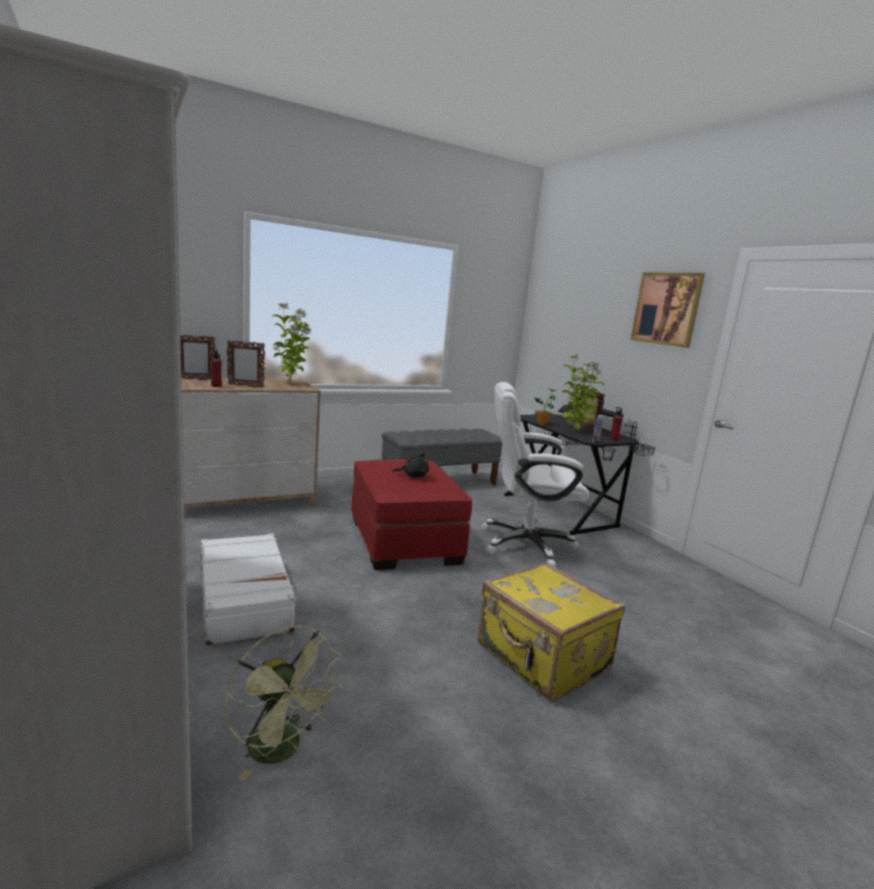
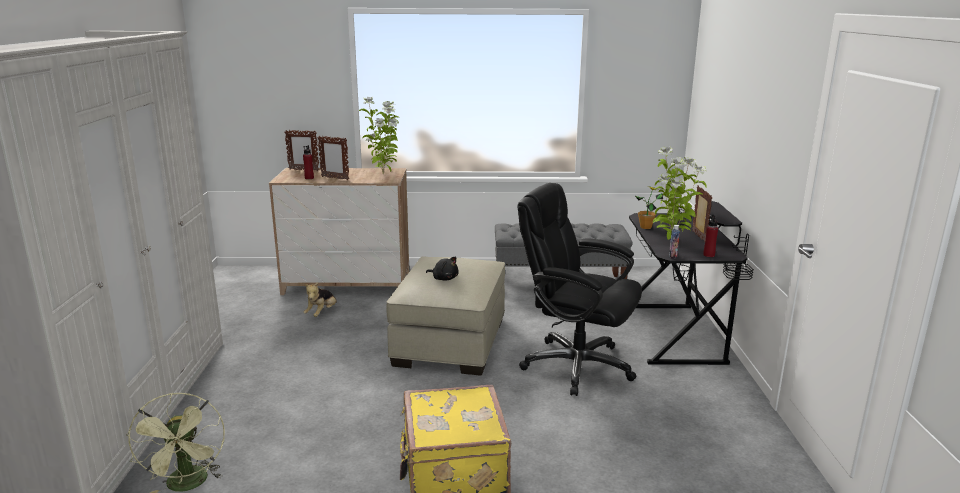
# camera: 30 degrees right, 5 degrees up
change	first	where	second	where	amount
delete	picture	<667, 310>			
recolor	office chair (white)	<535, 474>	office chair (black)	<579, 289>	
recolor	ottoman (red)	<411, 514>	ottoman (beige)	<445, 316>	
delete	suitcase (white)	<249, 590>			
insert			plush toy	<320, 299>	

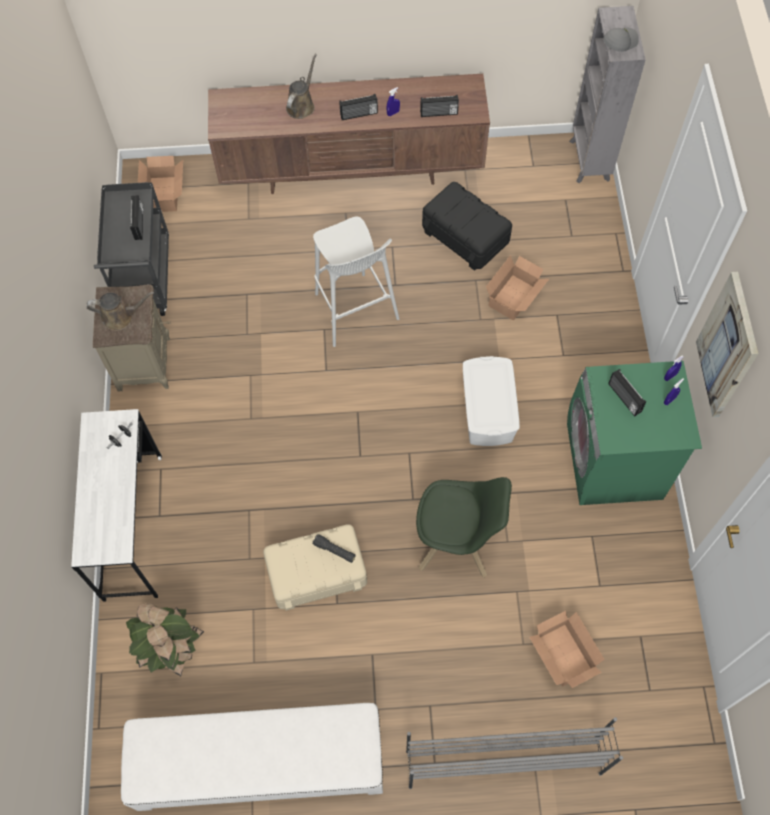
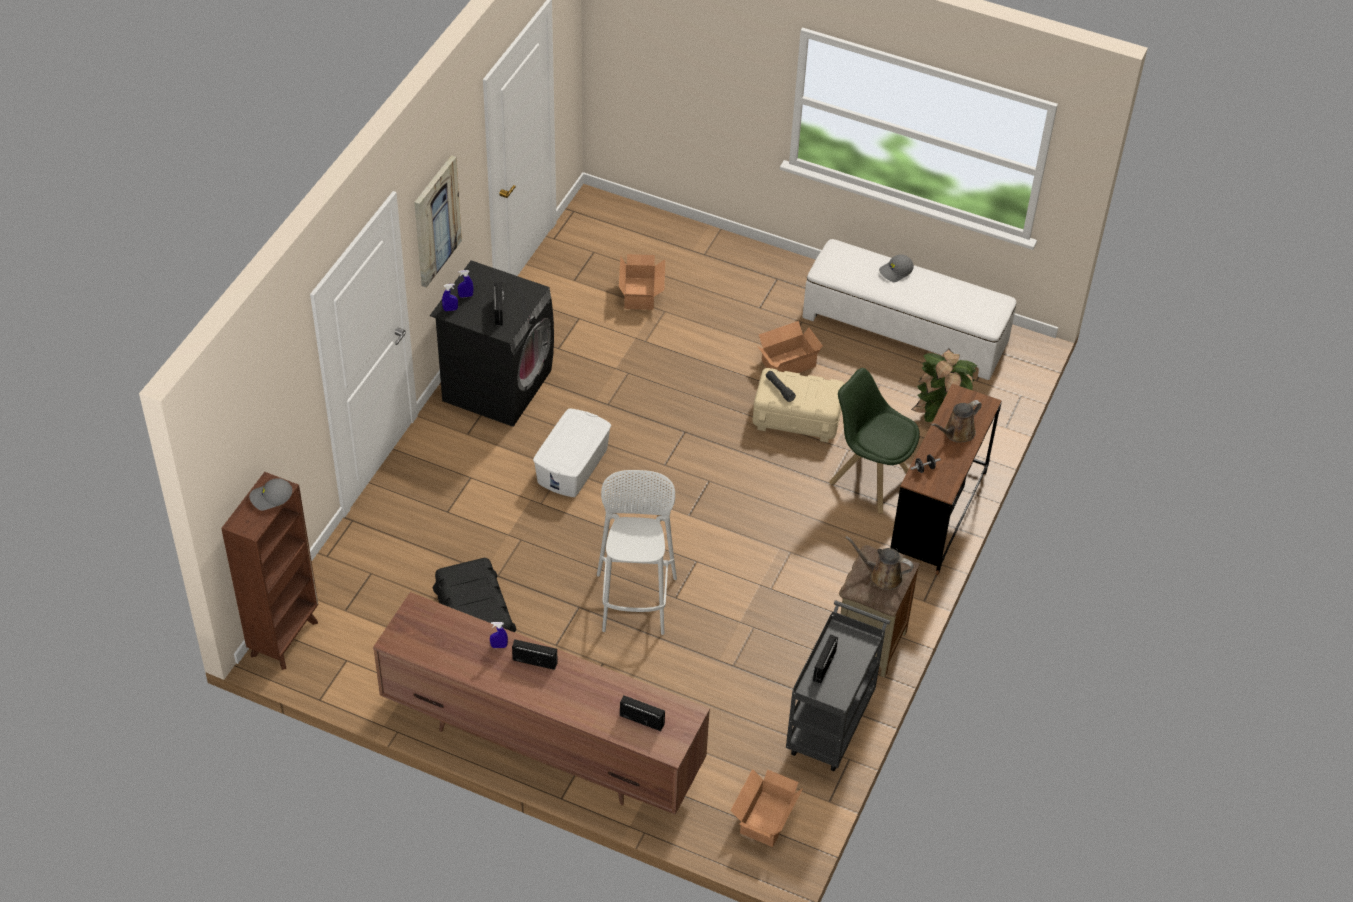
# camera: 155 degrees left, 15 degrees down
change	first	where	second	where	amount
recolor	bookcase (grey)	<607, 94>	bookcase (brown)	<269, 571>	
move	watering can (brown)	<301, 86>		<956, 421>	
move	radio	<439, 106>		<642, 713>	
move	cardboard box	<517, 287>		<790, 347>	
recolor	washing machine (green)	<634, 433>	washing machine (black)	<492, 343>	
recolor	desk (white)	<116, 505>	desk (brown)	<946, 479>	
move	chair (green)	<464, 527>		<874, 441>	
delete	shoe rack (grey)	<514, 753>			
insert			cap (grey)	<896, 269>	

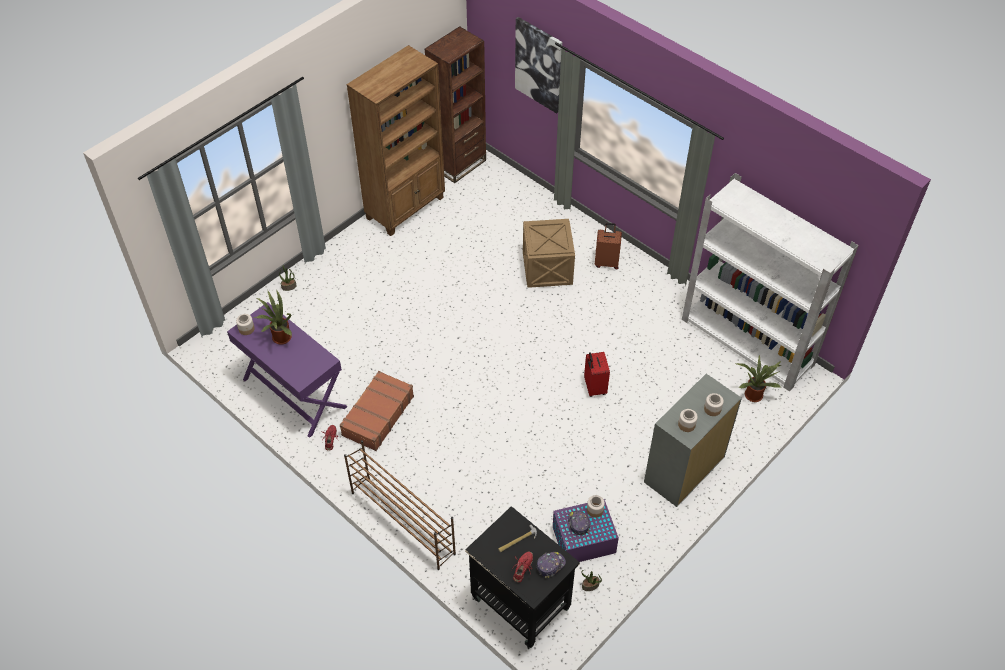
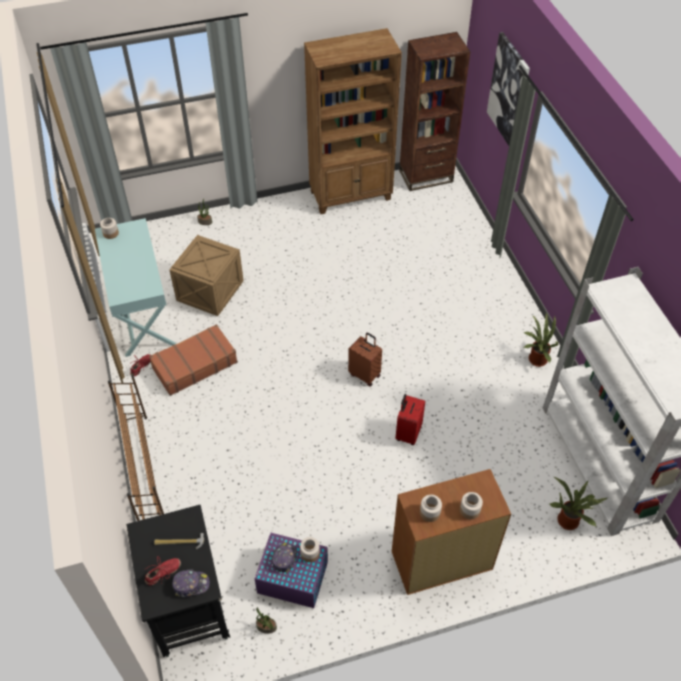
# camera: 30 degrees right, 0 degrees up
change	first	where	second	where	amount
move	crate	<549, 253>		<206, 275>	
move	suitcase (brown)	<608, 246>		<365, 359>	
move	potted plant	<273, 317>		<541, 340>	
recolor	desk (purple)	<287, 370>	desk (turquoise)	<135, 287>	
recolor	cabinet (grey)	<693, 440>	cabinet (brown)	<451, 532>	

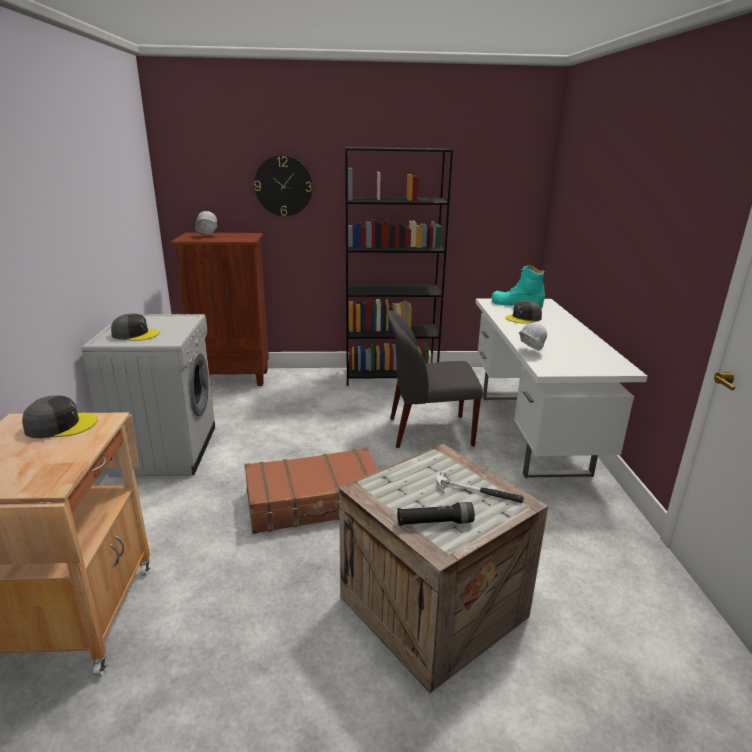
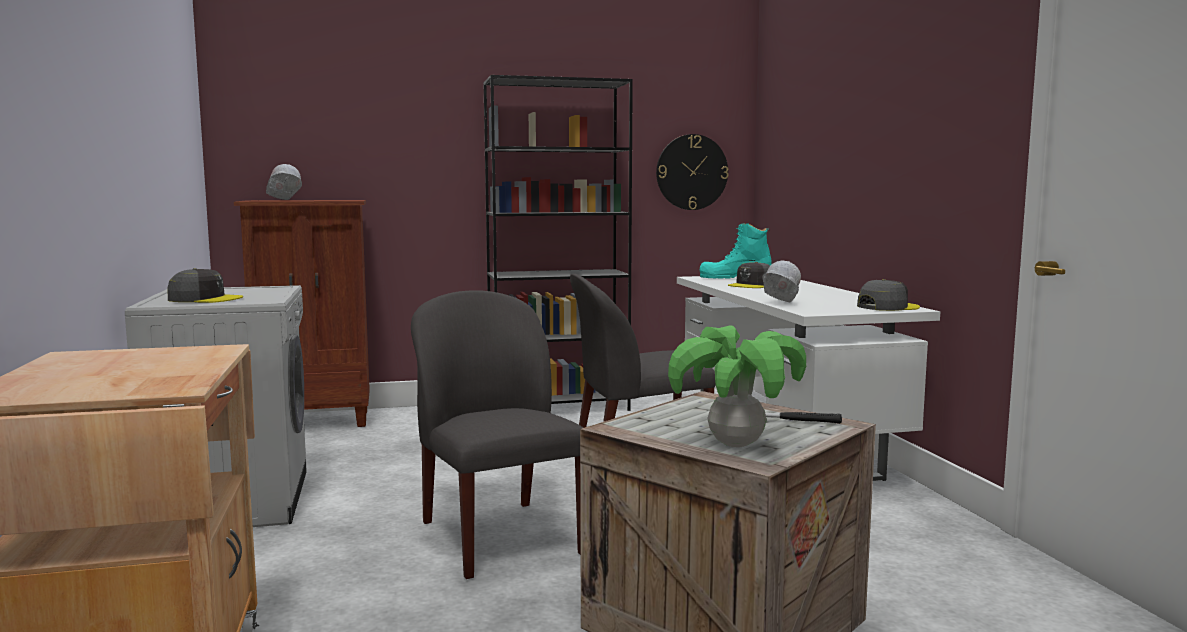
# camera: 10 degrees left, 15 degrees down
change	first	where	second	where	amount
move	wall clock	<283, 185>		<692, 172>	
move	cap (grey)	<60, 416>		<888, 295>	
replace	suitcase (brown)	<312, 490>	chair (grey)	<497, 434>	
replace	flashlight (black)	<436, 514>	potted plant	<737, 386>	

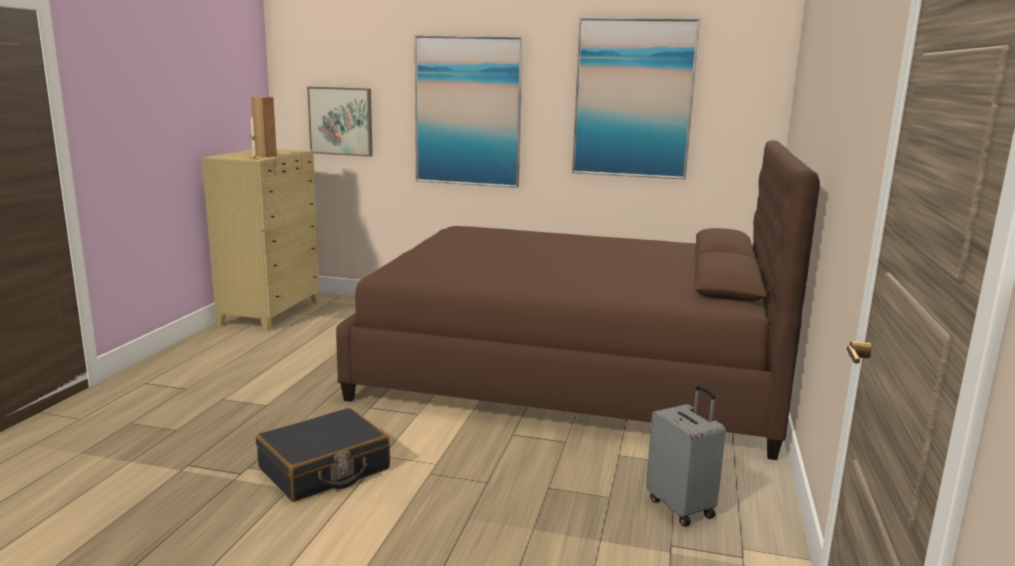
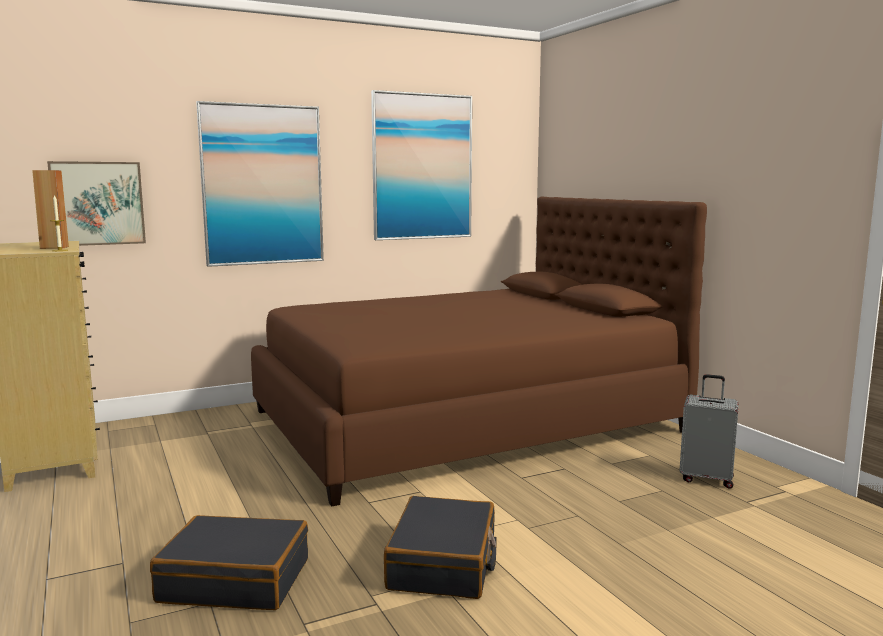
# camera: 40 degrees left, 5 degrees down
change	first	where	second	where	amount
insert			suitcase (black)	<229, 562>	

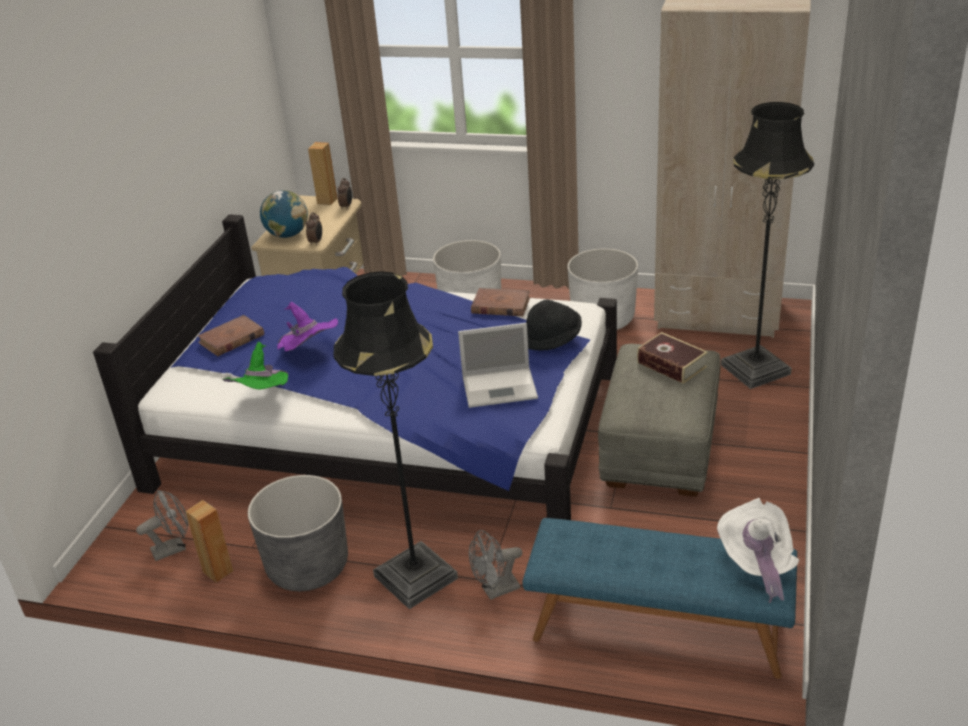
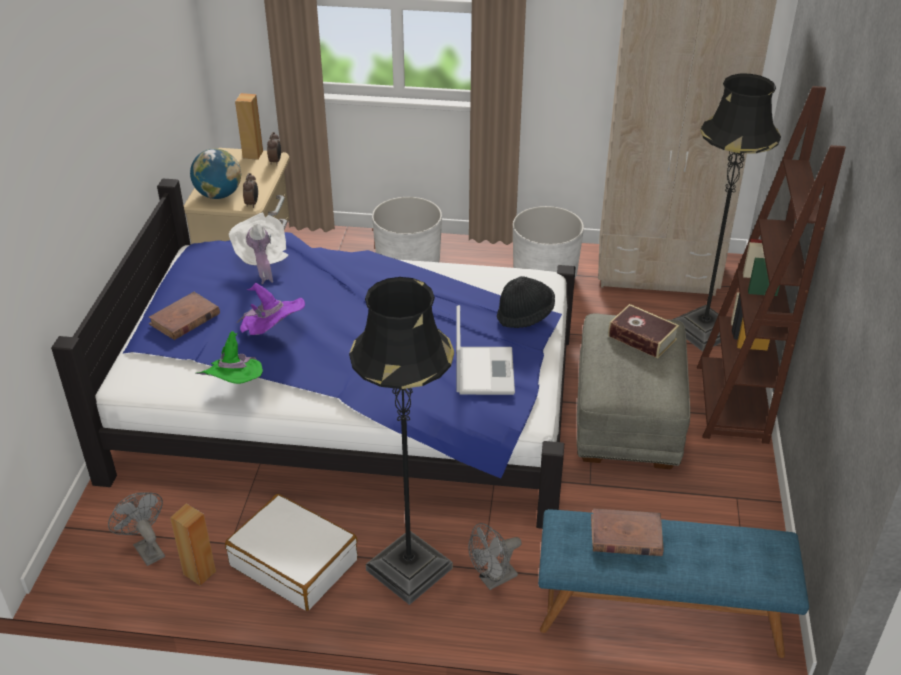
# camera: 10 degrees left, 5 degrees up
change	first	where	second	where	amount
move	book (brown)	<500, 302>		<627, 532>	
rotate	laptop	<498, 365>		<485, 350>	75 degrees counterclockwise
replace	planter (grey)	<298, 533>	suitcase (white)	<291, 552>	
rotate	fan (grey)	<162, 525>		<136, 529>	90 degrees counterclockwise
move	hat (white)	<758, 550>		<258, 248>	
insert			bookcase (brown)	<771, 265>	

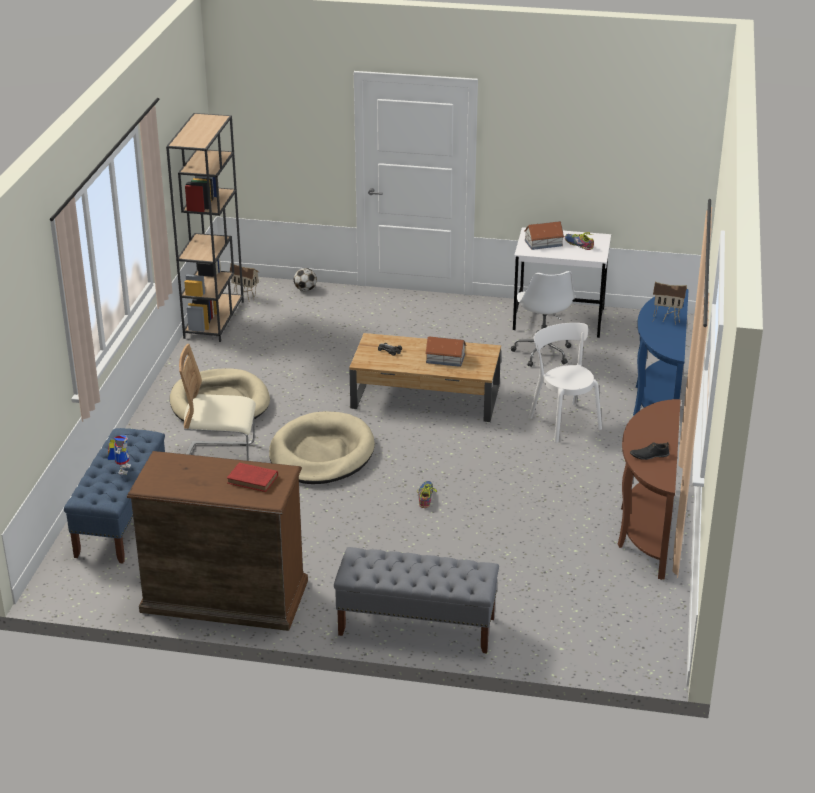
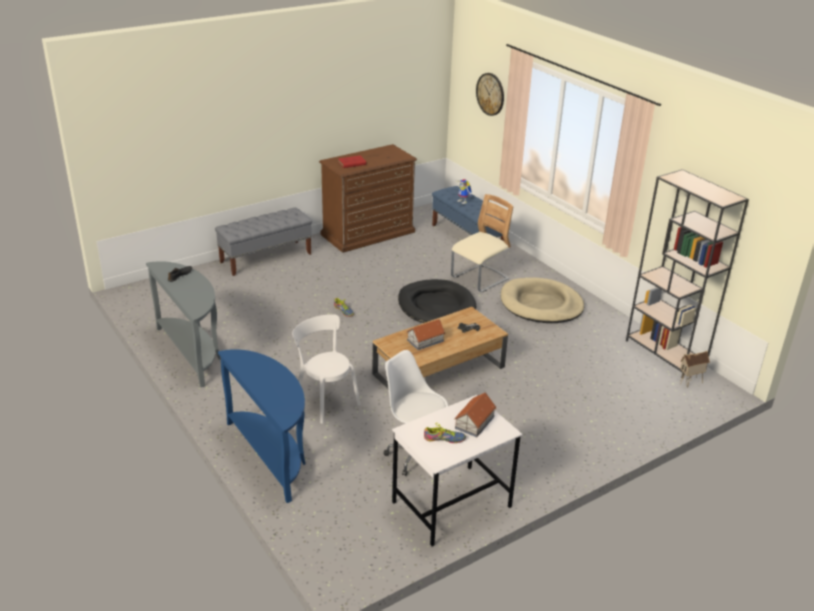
# camera: 135 degrees right, 0 degrees up
change	first	where	second	where	amount
delete	football	<305, 279>			
delete	toy house	<670, 303>			
rotate	chair (white)	<565, 382>		<326, 369>	150 degrees counterclockwise
recolor	console table (brown)	<649, 489>	console table (grey)	<183, 324>	
recolor	dog bed (beige)	<322, 447>	dog bed (black)	<437, 301>	
insert			wall clock	<490, 94>	

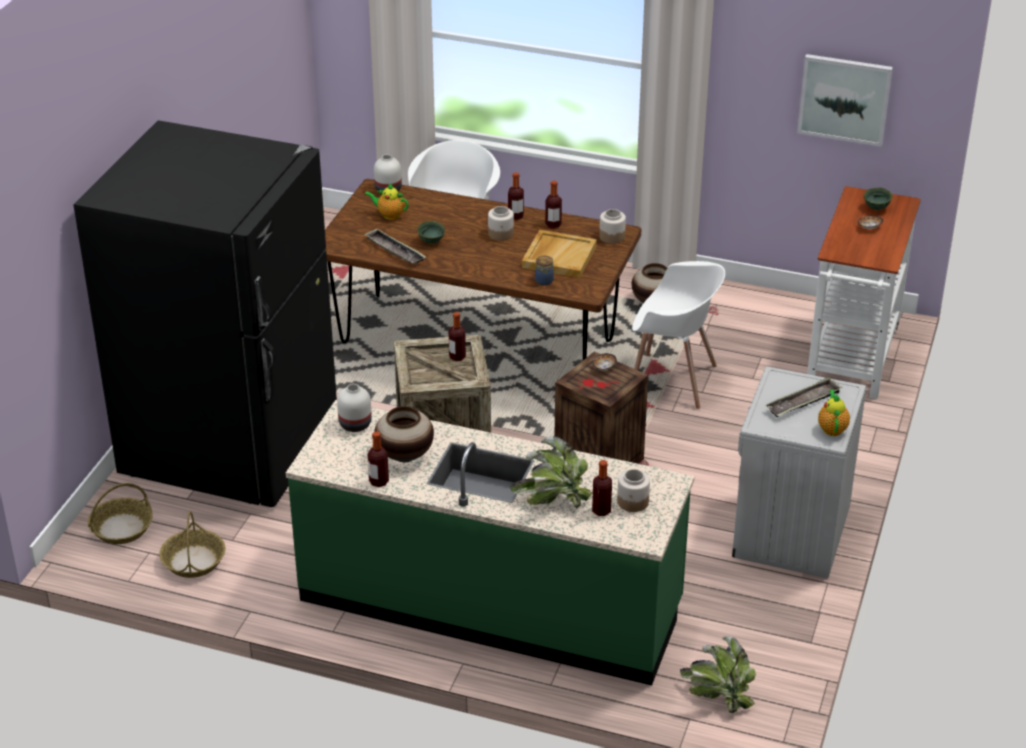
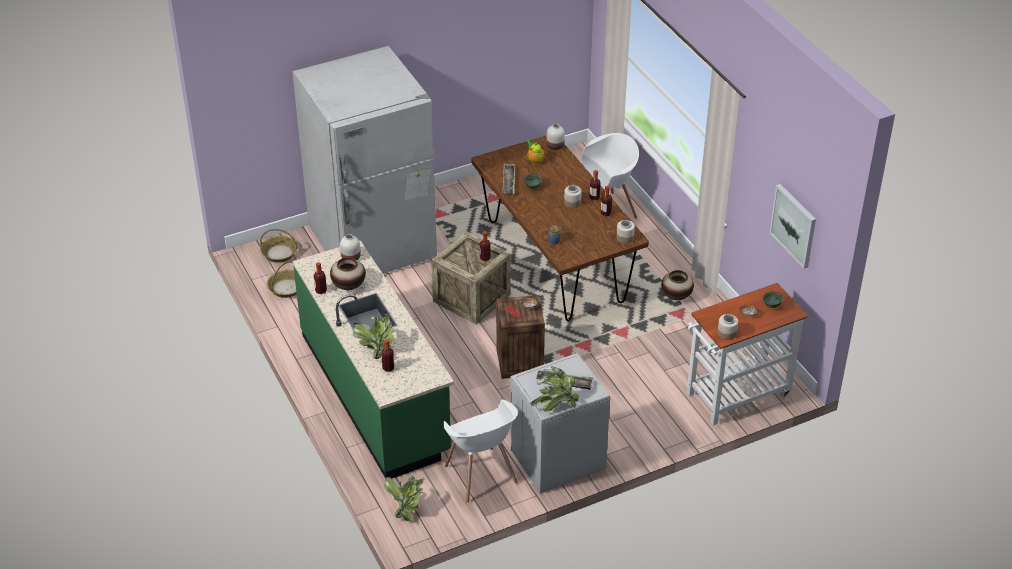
# camera: 45 degrees right, 5 degrees up
change	first	where	second	where	amount
recolor	fridge (black)	<205, 313>	fridge (white)	<364, 160>	
delete	tray (beige)	<559, 254>			
move	chair (white)	<678, 335>		<481, 451>	
replace	teapot	<834, 413>	potted plant	<554, 389>	
move	jar	<633, 490>		<728, 327>	

